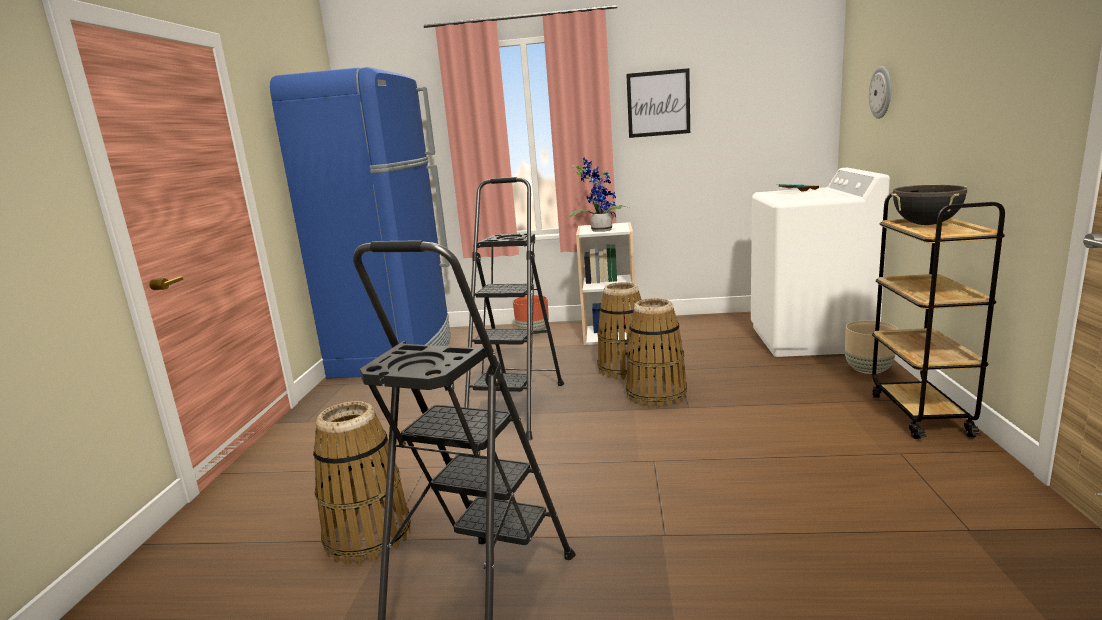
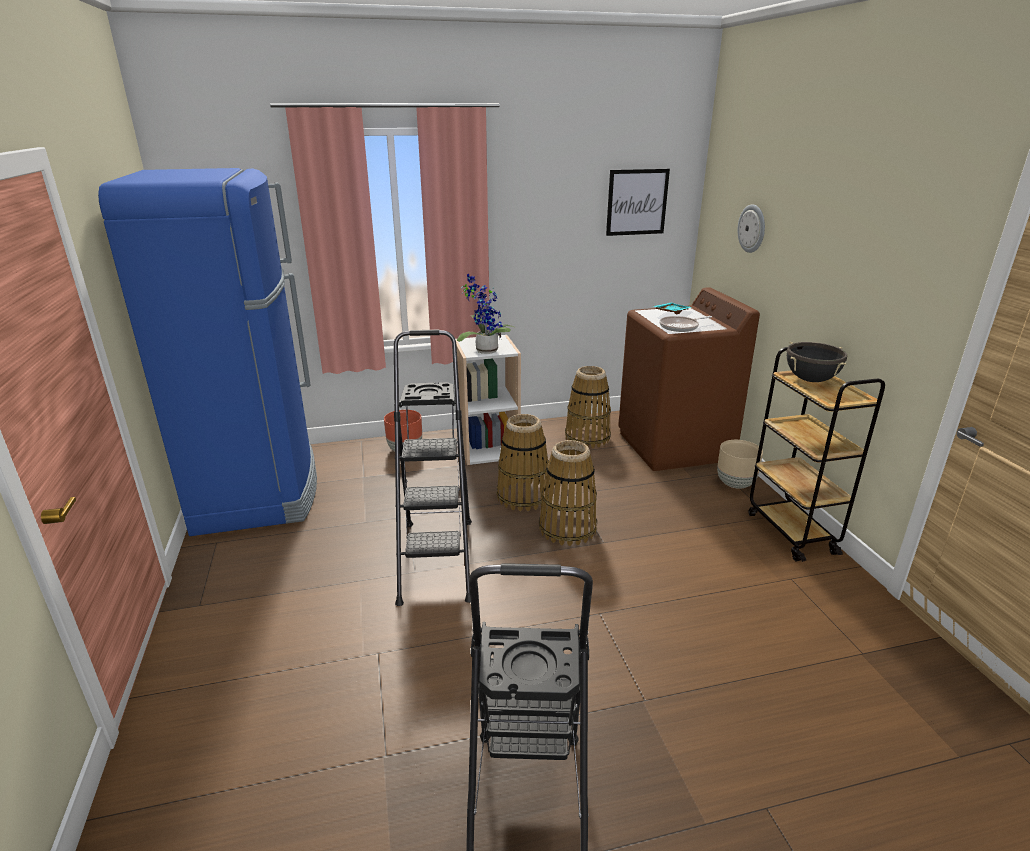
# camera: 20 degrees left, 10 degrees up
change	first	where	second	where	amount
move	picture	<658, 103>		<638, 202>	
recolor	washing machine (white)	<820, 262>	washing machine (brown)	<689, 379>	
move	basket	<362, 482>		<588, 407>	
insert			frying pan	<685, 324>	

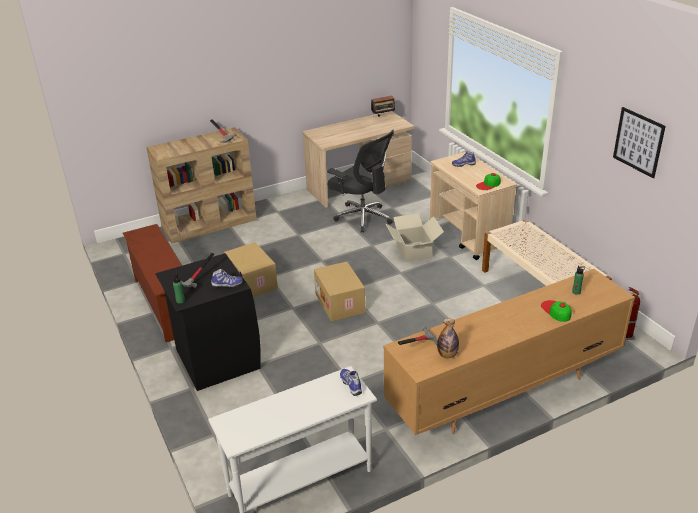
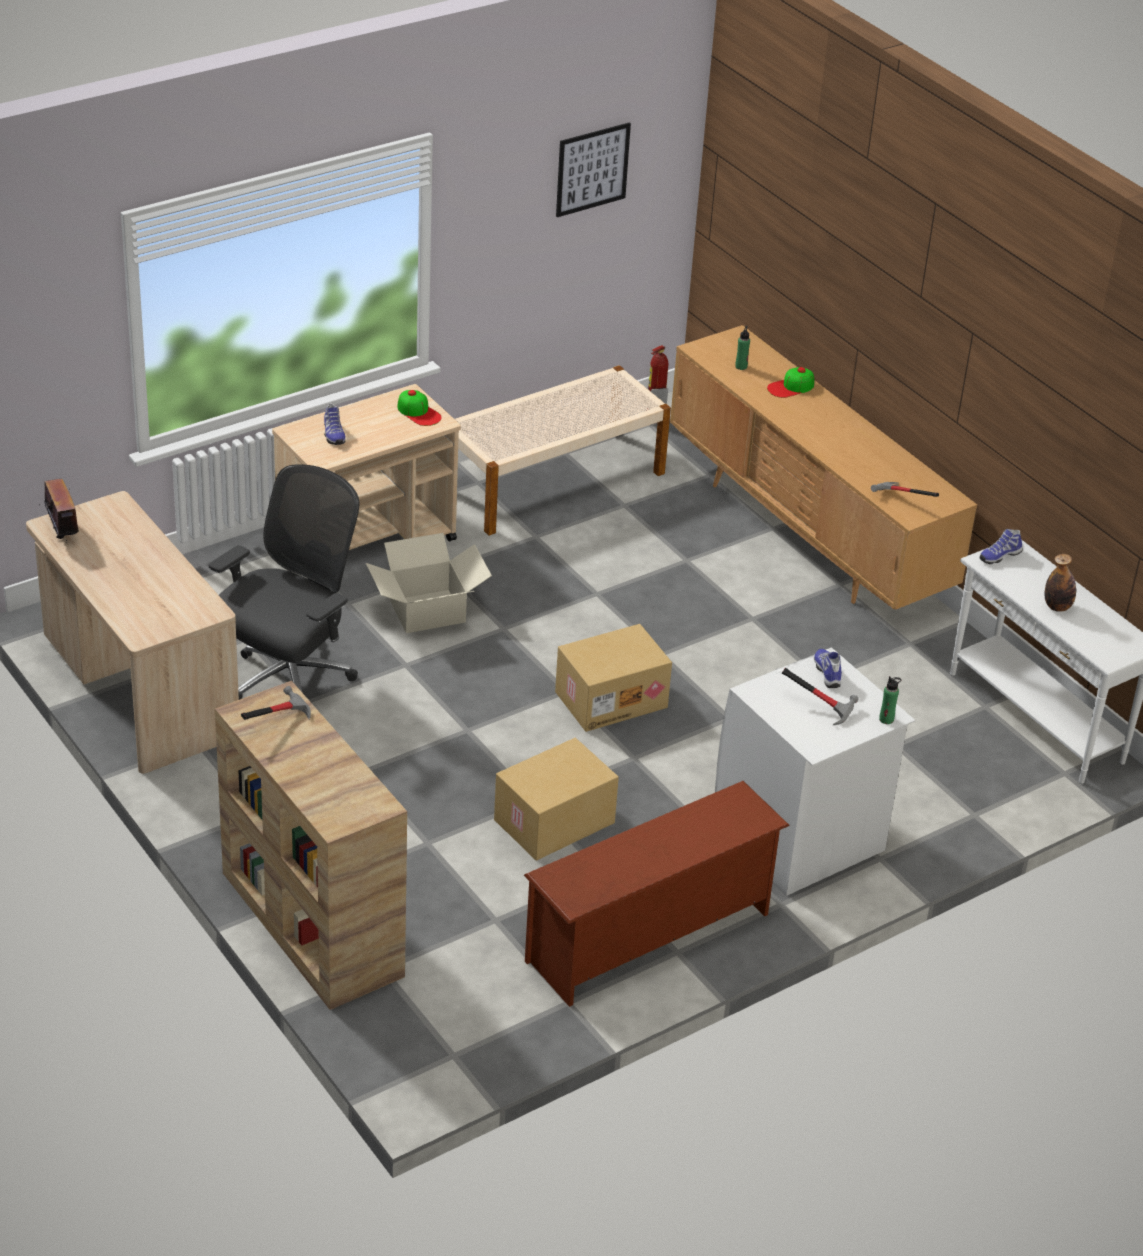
# camera: 100 degrees left, 5 degrees up
change	first	where	second	where	amount
recolor	washing machine (black)	<208, 322>	washing machine (white)	<815, 771>	
move	bottle	<448, 338>		<1060, 583>	

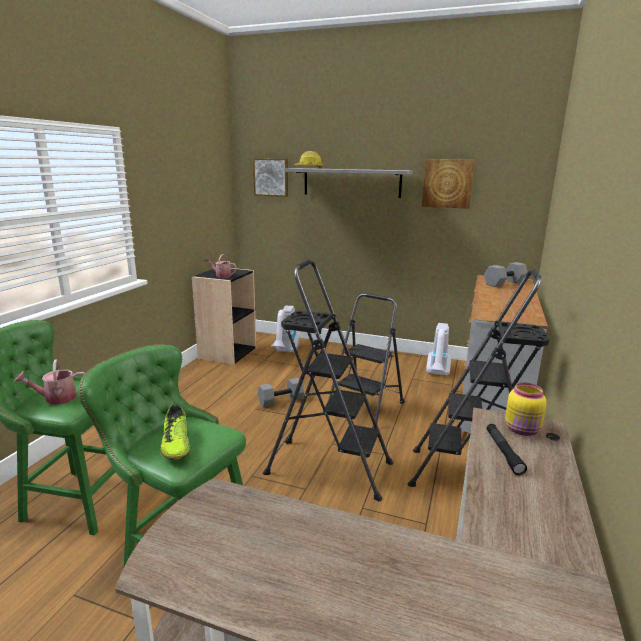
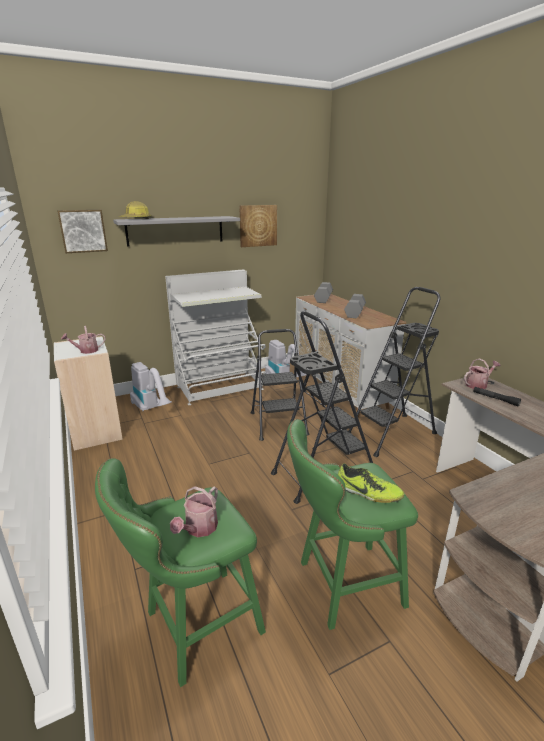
# camera: 45 degrees left, 5 degrees up
change	first	where	second	where	amount
recolor	bookcase (black)	<224, 316>	bookcase (white)	<88, 393>	
move	dumbbell (grey)	<281, 392>		<355, 306>	
replace	jar (yellow)	<526, 409>	watering can	<482, 373>	
insert			shoe rack (white)	<215, 337>	

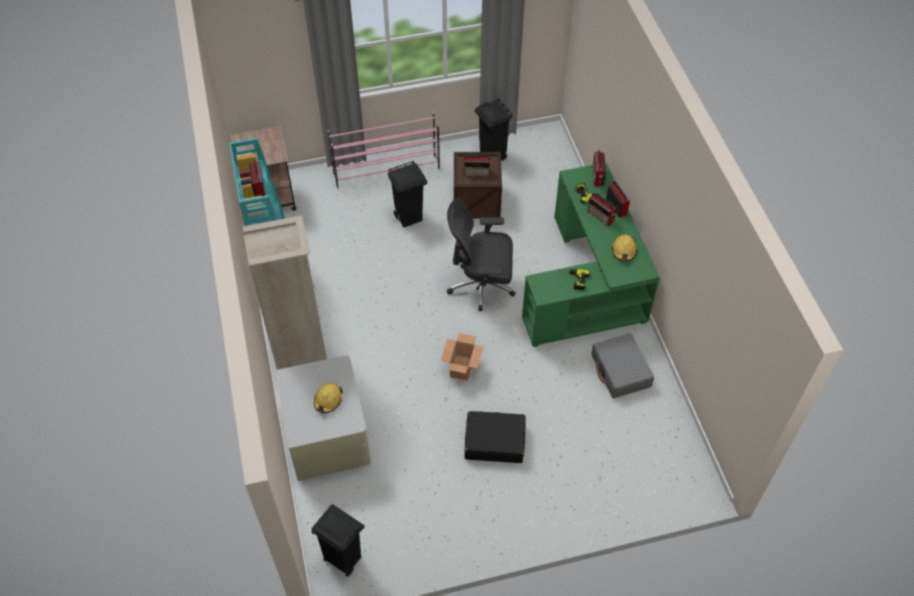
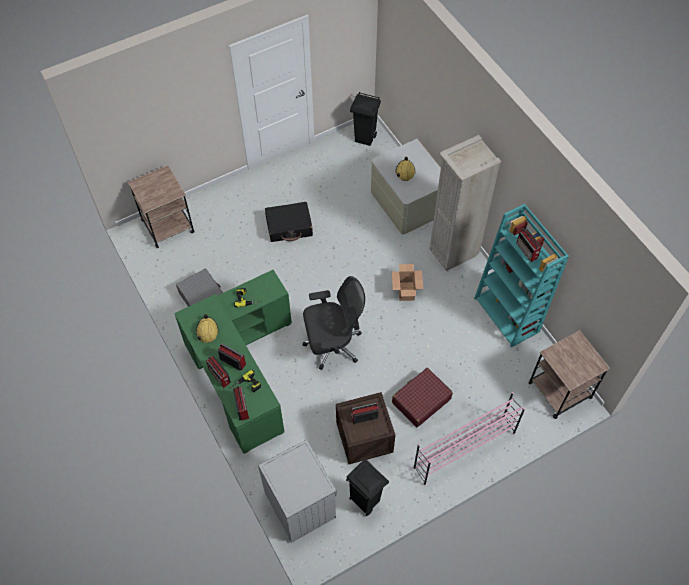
# camera: 165 degrees right, 5 degrees up
change	first	where	second	where	amount
replace	trash can (black)	<407, 194>	suitcase (red)	<422, 397>	
move	cardboard box	<462, 357>		<407, 282>	
insert			cart (brown)	<161, 206>	
insert			washing machine (white)	<297, 491>	

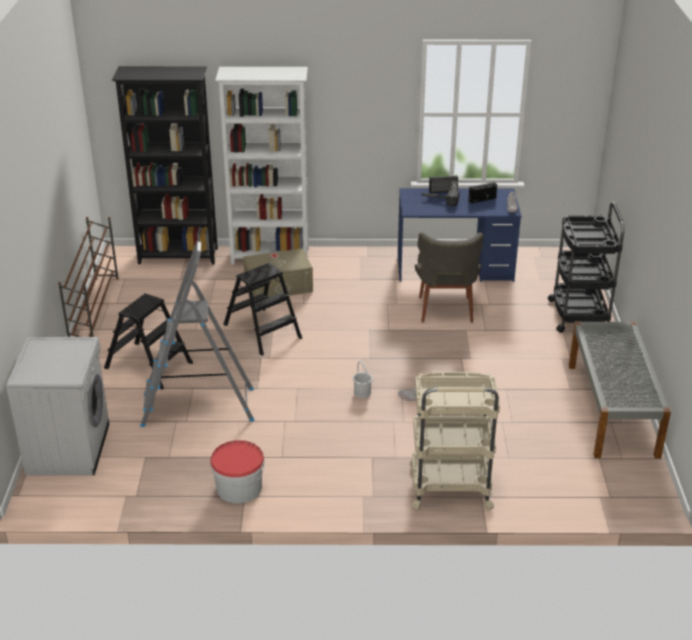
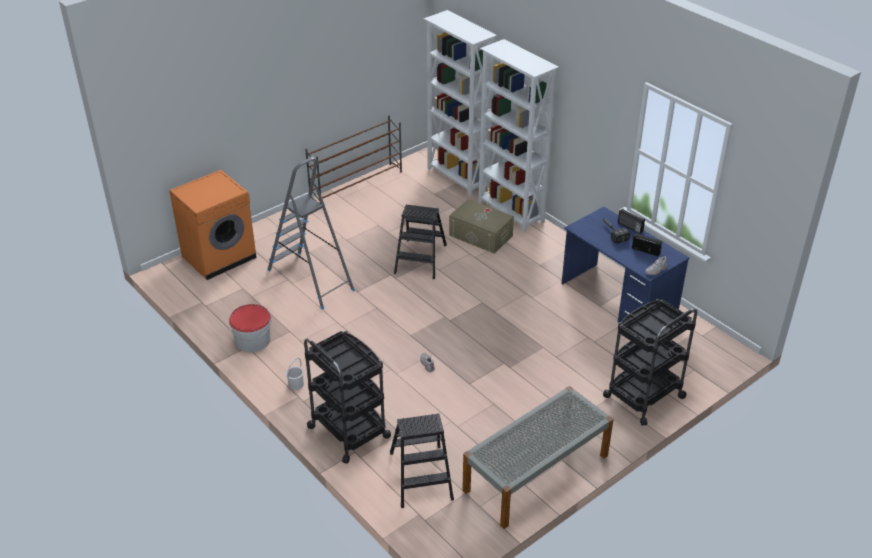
# camera: 50 degrees right, 5 degrees up
change	first	where	second	where	amount
recolor	bookcase (black)	<165, 165>	bookcase (white)	<460, 103>	
delete	chair (grey)	<449, 277>			
move	step ladder (black)	<148, 341>		<422, 460>	
recolor	washing machine (white)	<57, 406>	washing machine (orange)	<212, 225>	
move	bucket (white)	<363, 379>		<295, 374>	
recolor	cart (beige)	<455, 441>	cart (black)	<347, 397>	

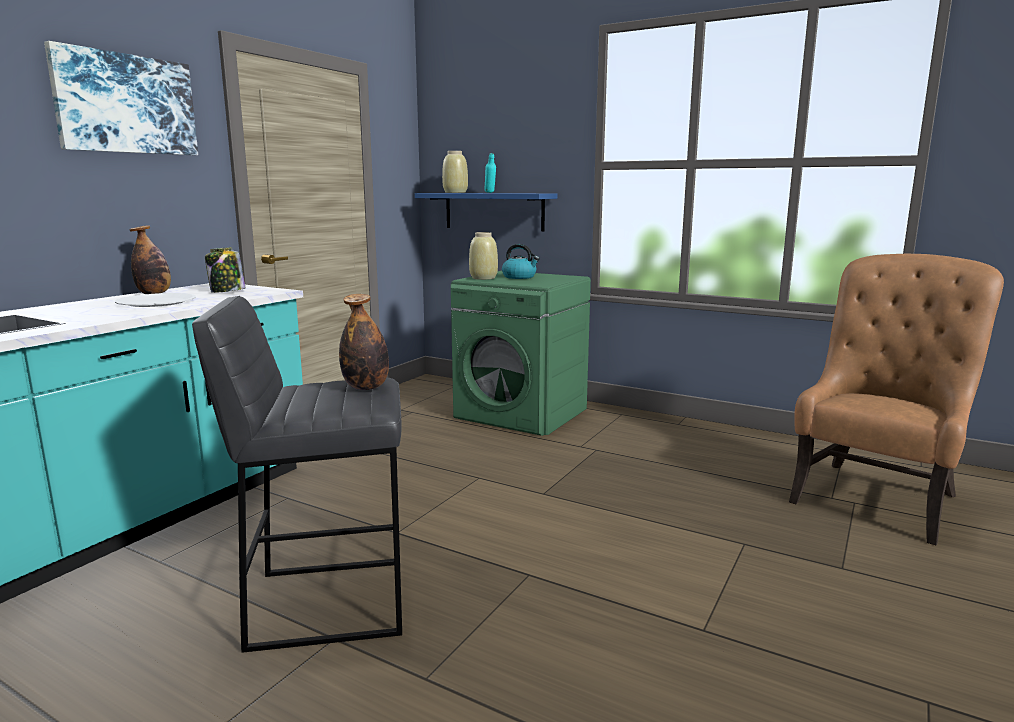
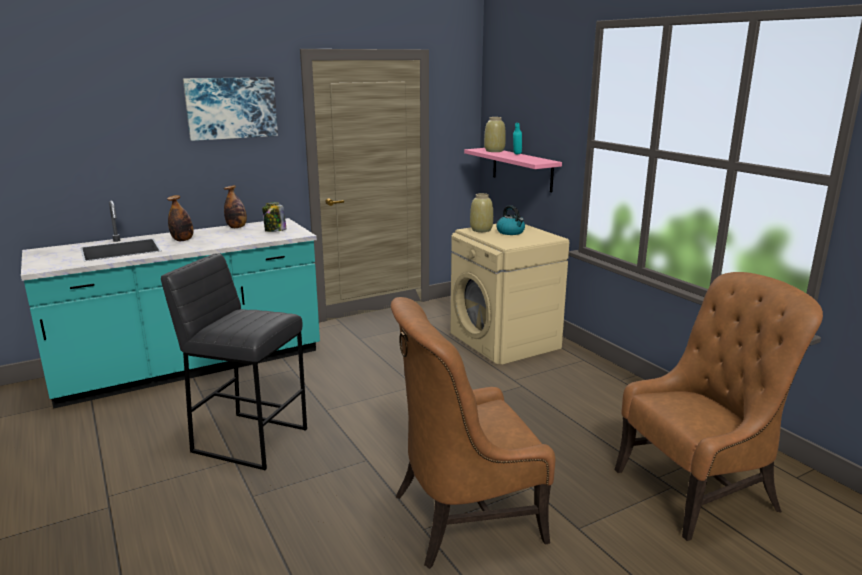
# camera: 30 degrees right, 5 degrees up
change	first	where	second	where	amount
recolor	shelf (blue)	<486, 212>	shelf (pink)	<513, 170>	
recolor	washing machine (green)	<521, 353>	washing machine (beige)	<510, 294>	
delete	plate (white)	<155, 300>			
move	bottle	<364, 342>		<180, 218>	
insert			chair (brown)	<473, 433>	

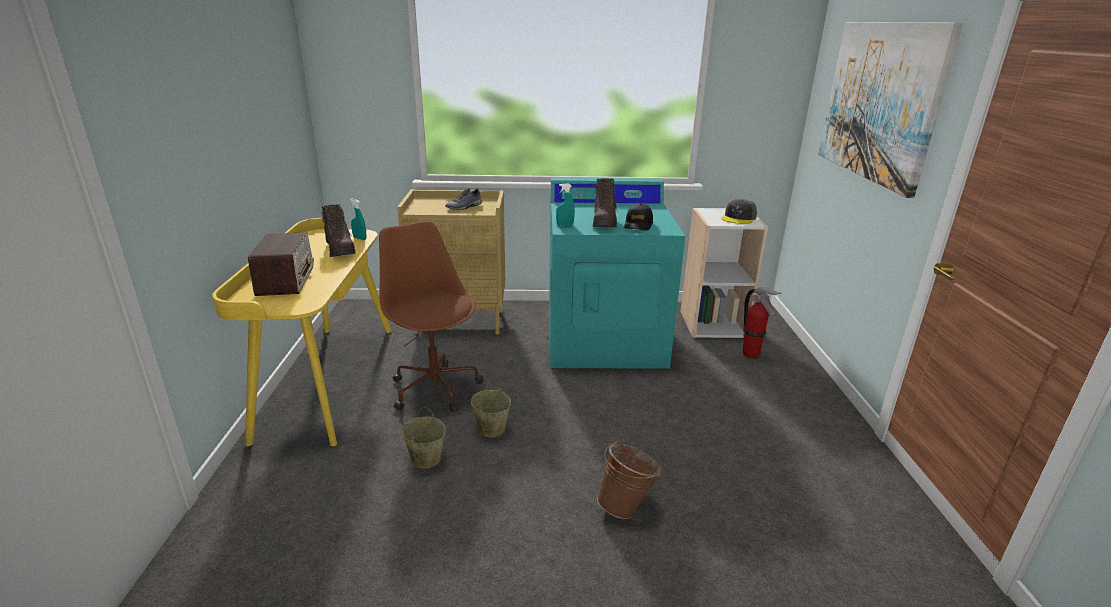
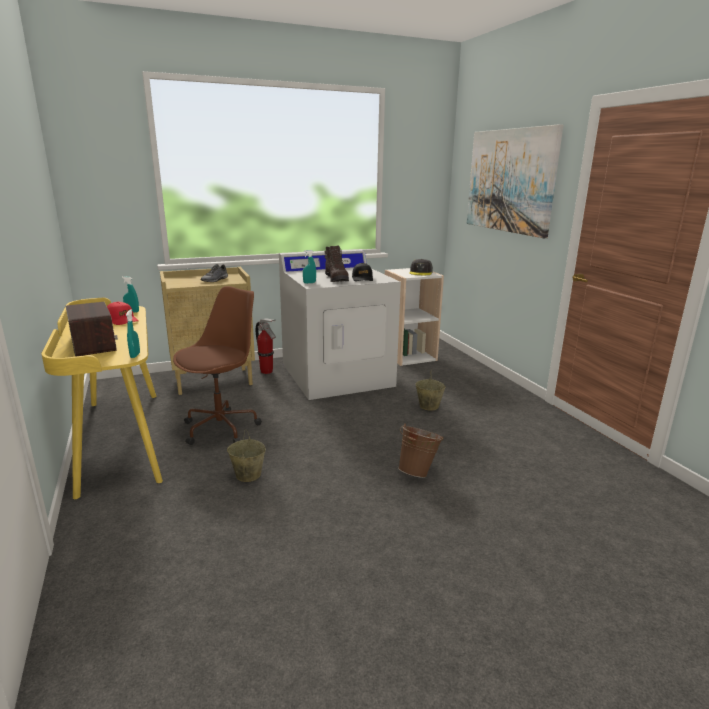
# camera: 20 degrees left, 5 degrees down
change	first	where	second	where	amount
recolor	washing machine (turquoise)	<617, 273>	washing machine (white)	<340, 324>	
replace	boot (brown)	<338, 230>	cap (red)	<123, 313>	
rotate	office chair (brown)	<431, 316>		<217, 365>	90 degrees clockwise
move	fire extinguisher	<762, 323>		<266, 346>	
move	bucket (beige)	<491, 408>		<430, 390>	
insert			spray bottle (turquoise)	<133, 333>	

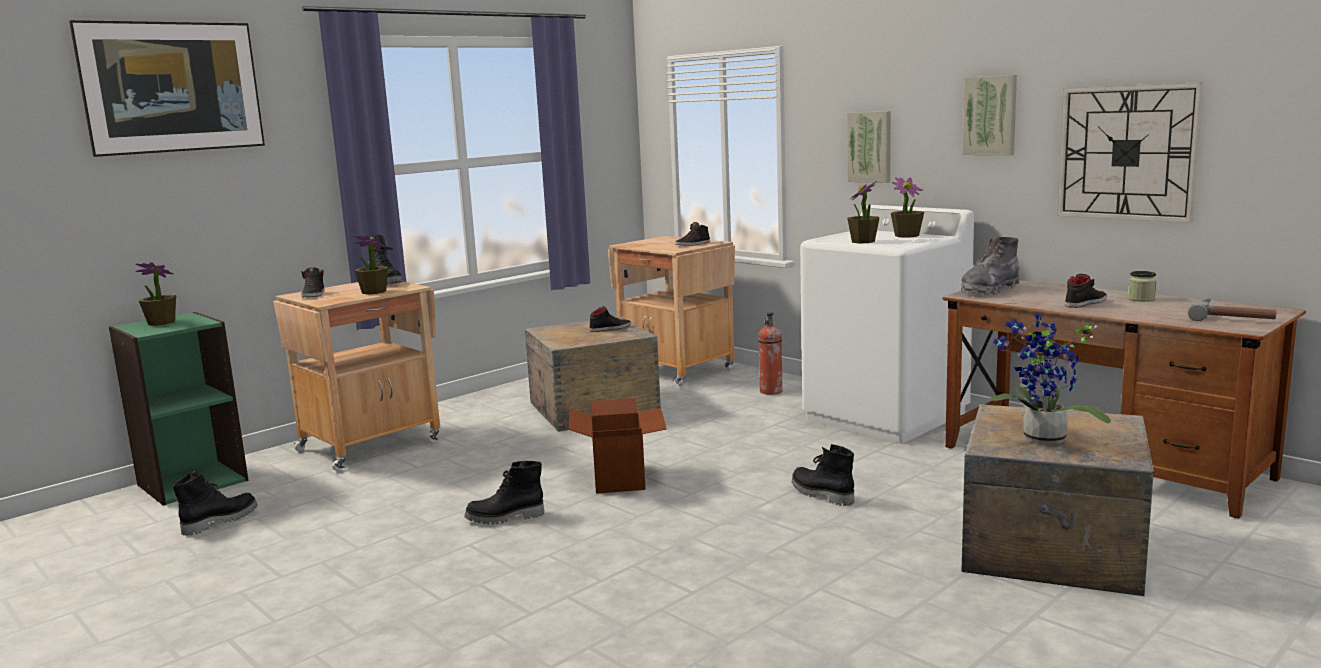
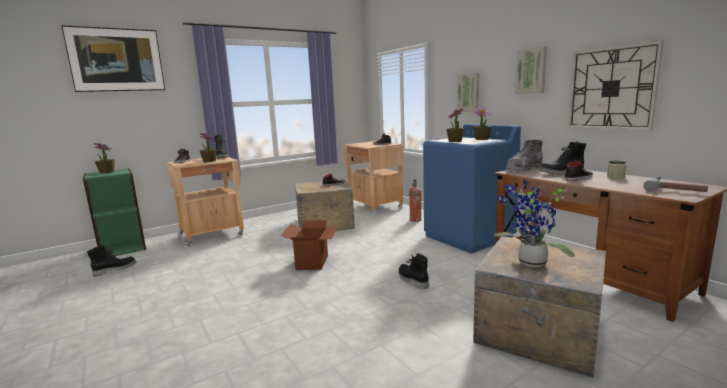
# camera: 10 degrees right, 0 degrees up
change	first	where	second	where	amount
recolor	washing machine (white)	<887, 324>	washing machine (blue)	<472, 188>	
move	boot (black)	<504, 493>		<563, 158>	

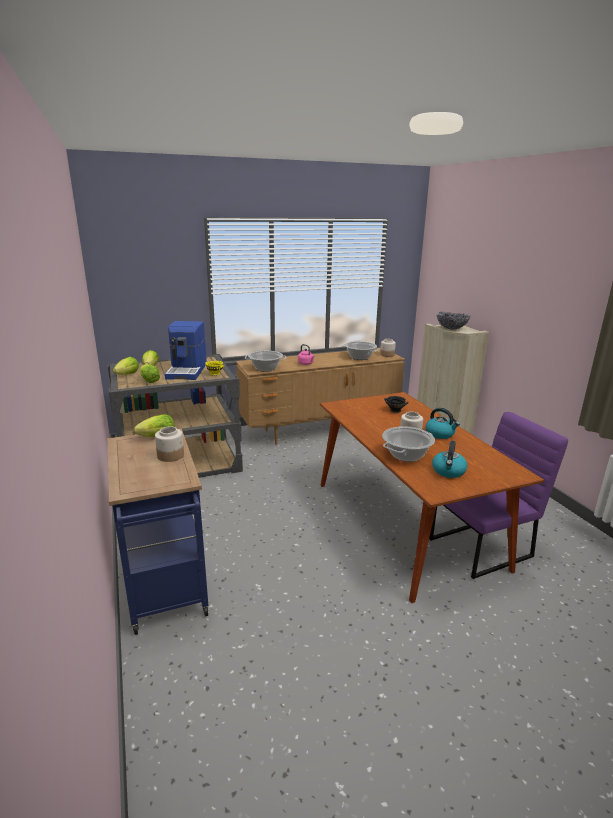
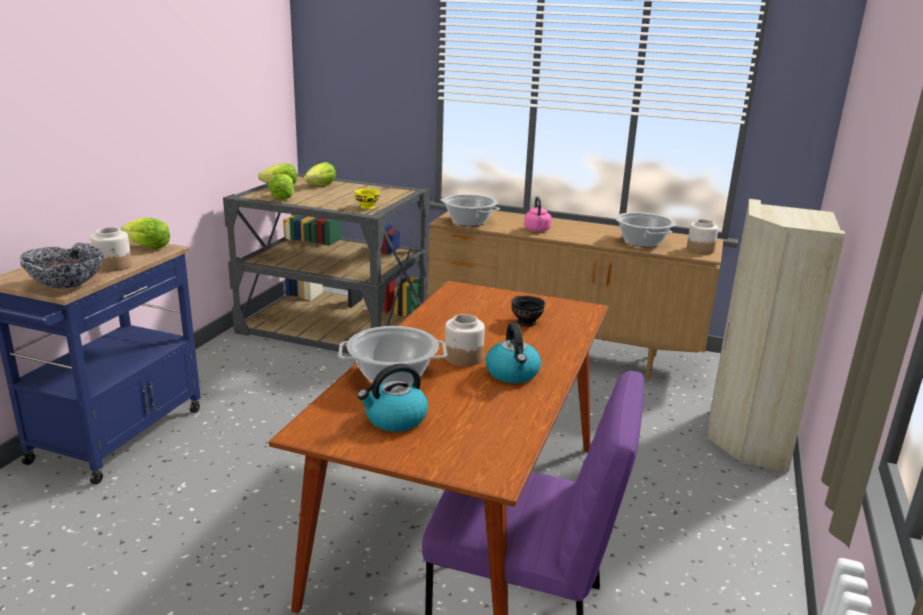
# camera: 40 degrees right, 0 degrees up
change	first	where	second	where	amount
move	bowl	<453, 320>		<62, 265>	
delete	coffee machine	<186, 350>			

